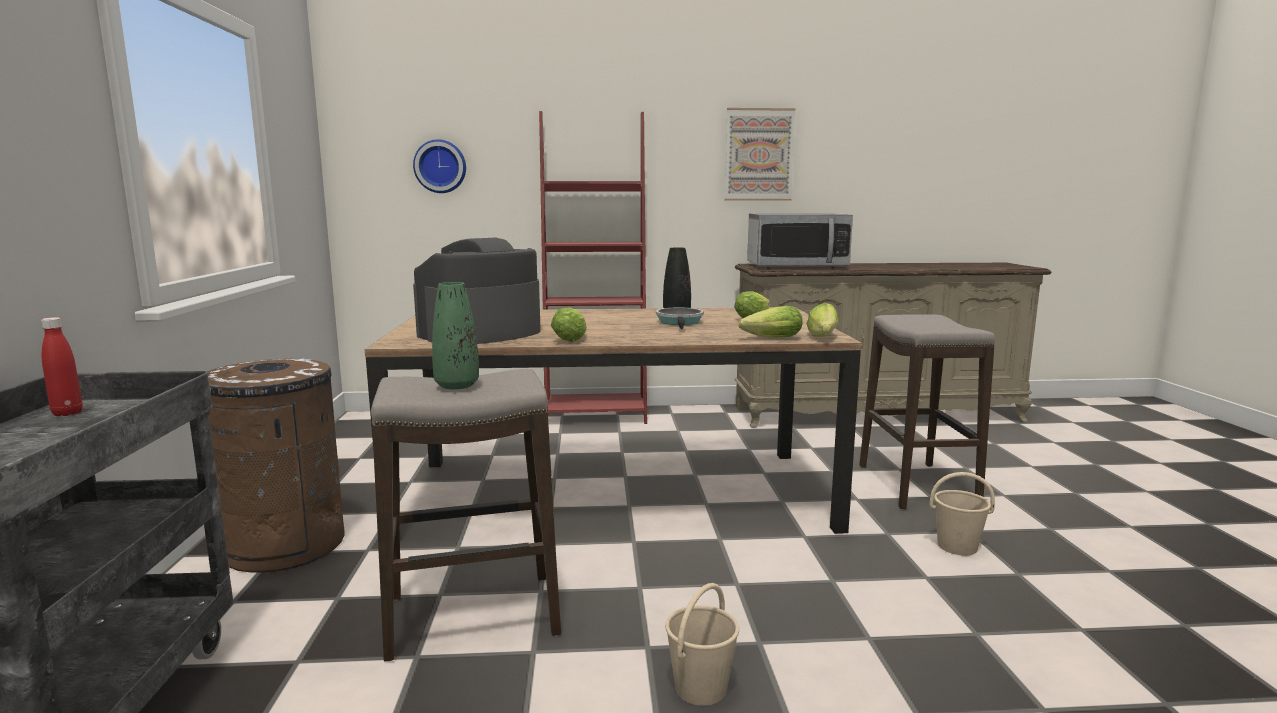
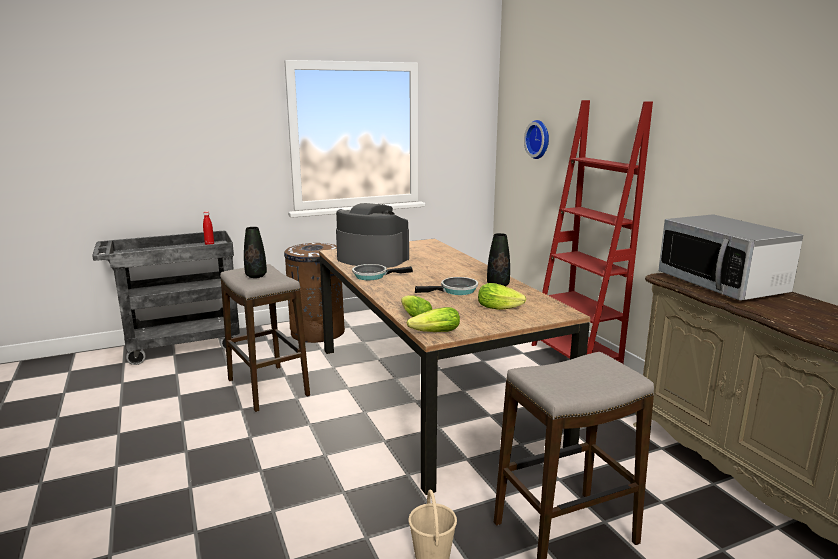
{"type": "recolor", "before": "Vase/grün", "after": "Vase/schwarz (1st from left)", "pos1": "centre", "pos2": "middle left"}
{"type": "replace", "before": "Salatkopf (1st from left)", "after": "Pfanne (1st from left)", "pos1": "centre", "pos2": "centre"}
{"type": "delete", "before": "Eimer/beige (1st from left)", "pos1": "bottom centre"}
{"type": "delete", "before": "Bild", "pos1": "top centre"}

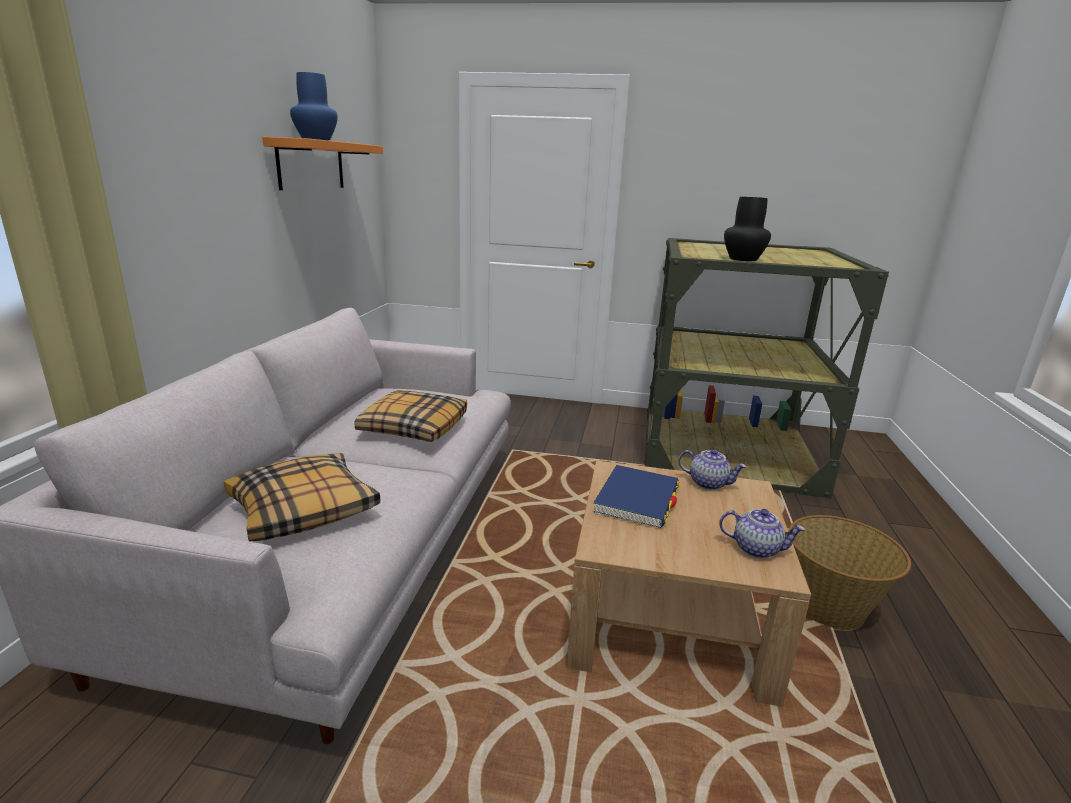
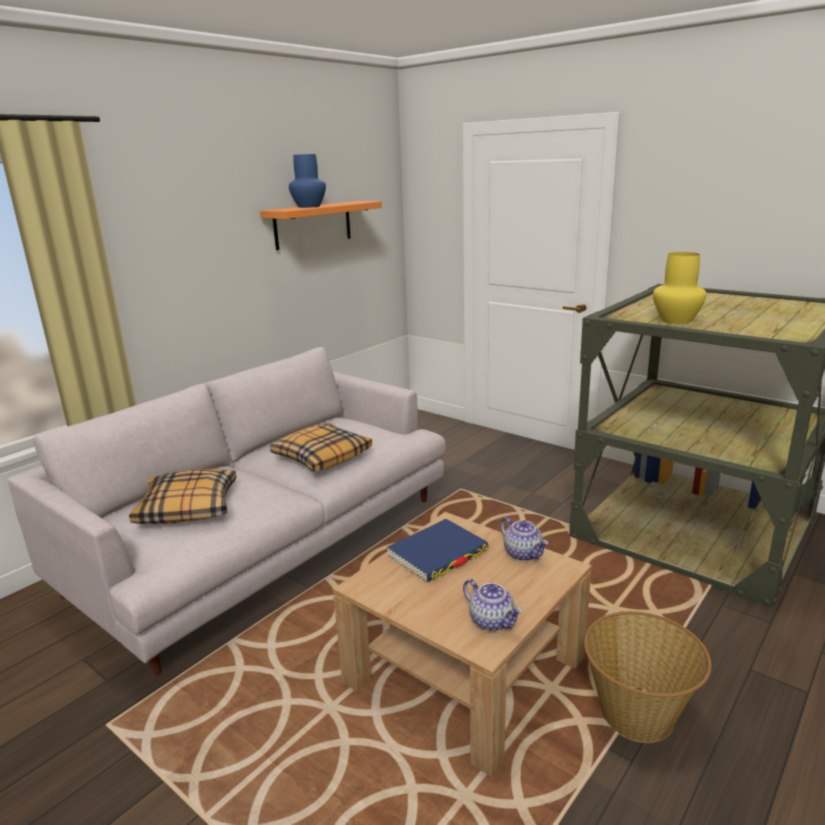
{"type": "recolor", "before": "Vase/schwarz", "after": "Vase/gelb", "pos1": "top right", "pos2": "middle right"}

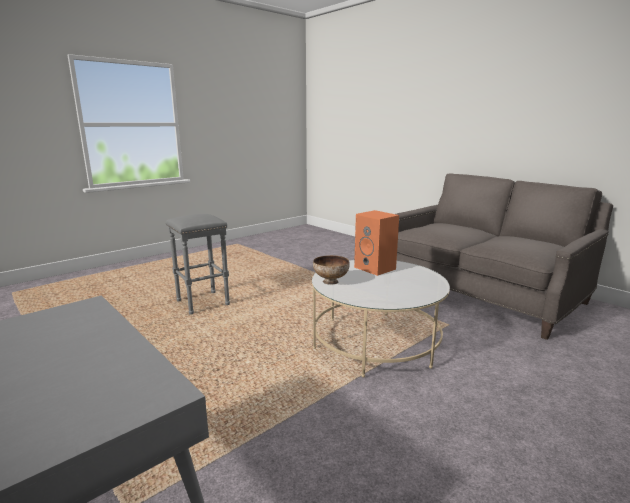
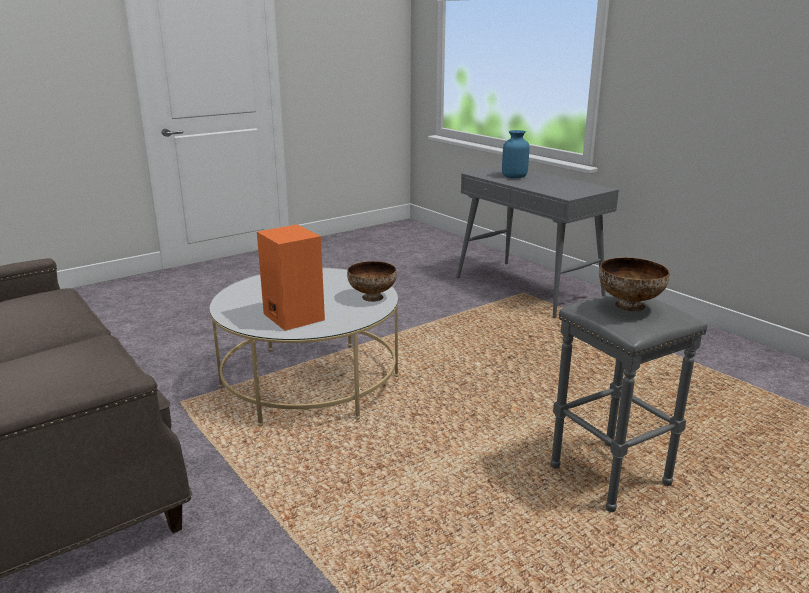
{"type": "insert", "after": "Vase/blau", "pos2": "top centre"}
{"type": "insert", "after": "Schüssel (2nd from left)", "pos2": "middle right"}

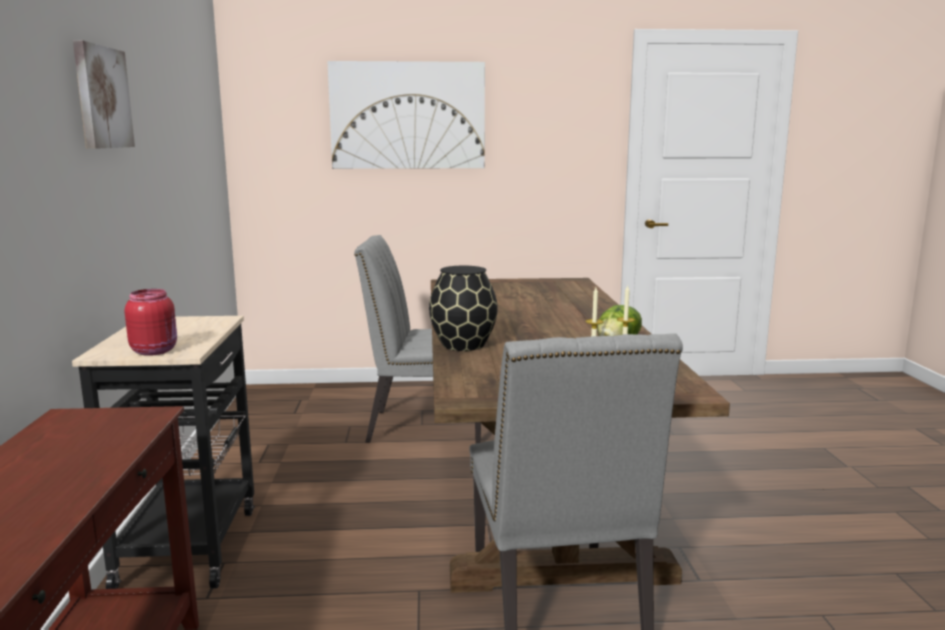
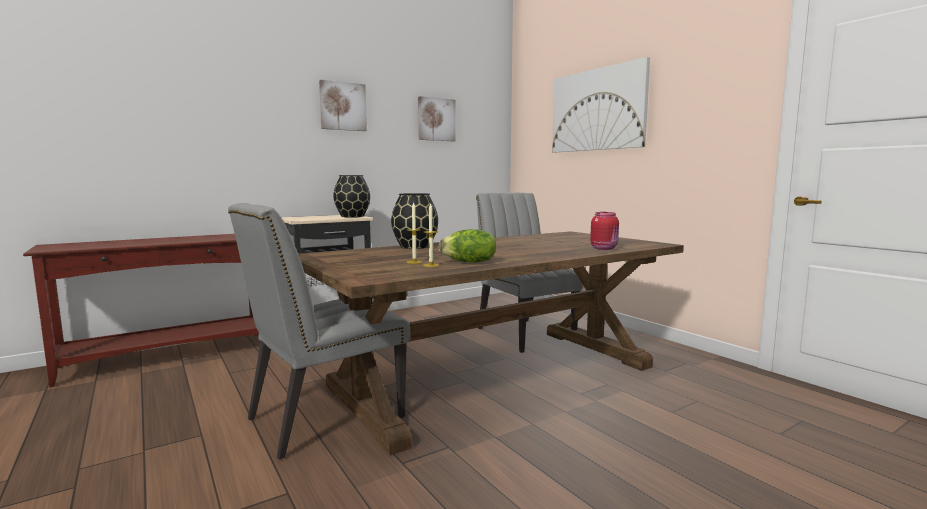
{"type": "insert", "after": "Vase/schwarz (1st from left)", "pos2": "centre"}
{"type": "insert", "after": "Bild (2nd from left)", "pos2": "top centre"}
{"type": "move", "before": "Vorratsglas/rot", "pos1": "middle left", "pos2": "centre"}

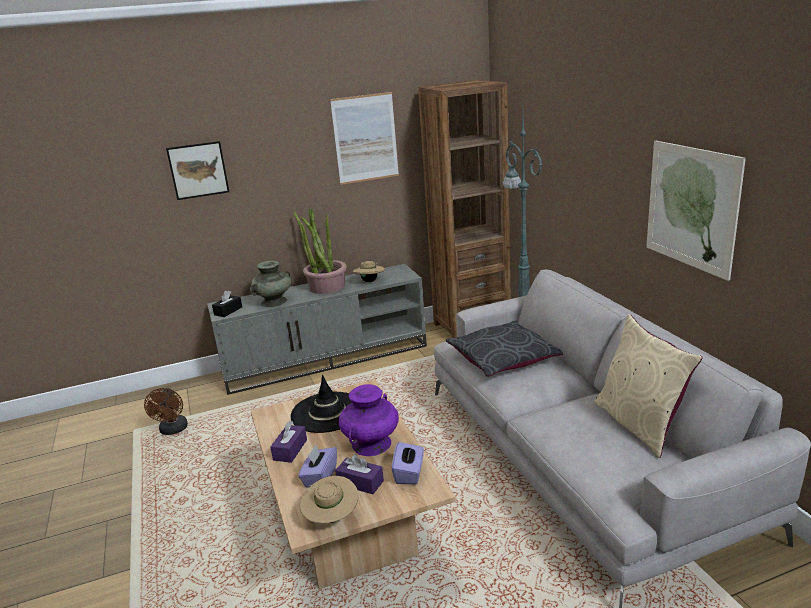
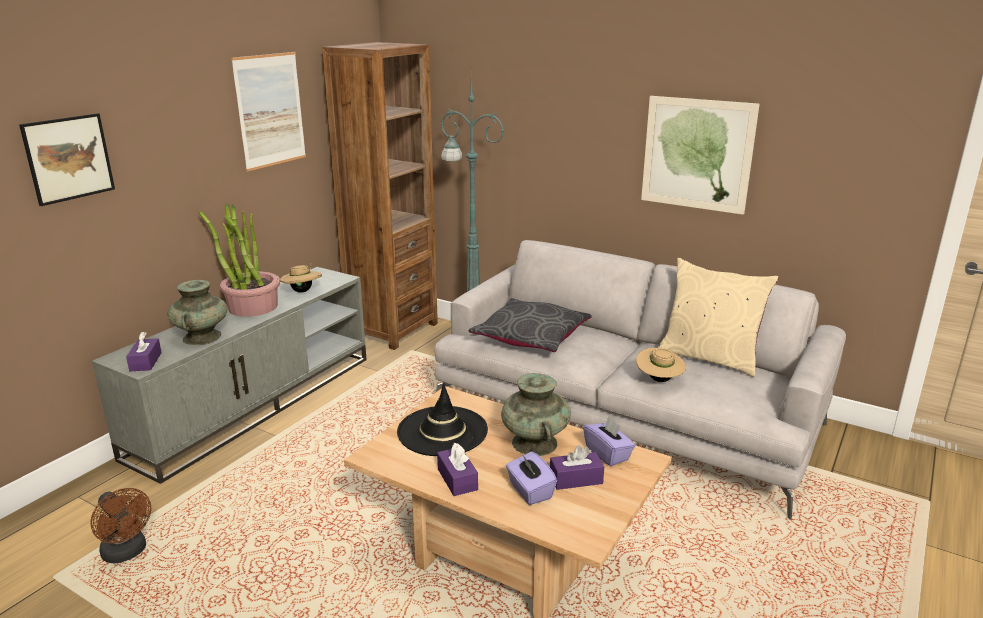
{"type": "recolor", "before": "Taschentuchbox/schwarz", "after": "Taschentuchbox/lila (1st from left)", "pos1": "middle left", "pos2": "middle left"}
{"type": "recolor", "before": "Vase/lila", "after": "Vase/türkis (2nd from left)", "pos1": "bottom centre", "pos2": "bottom centre"}
{"type": "move", "before": "Hut/beige (1st from left in the first image)", "after": "Hut/beige (2nd from left)", "pos1": "bottom centre", "pos2": "middle right"}

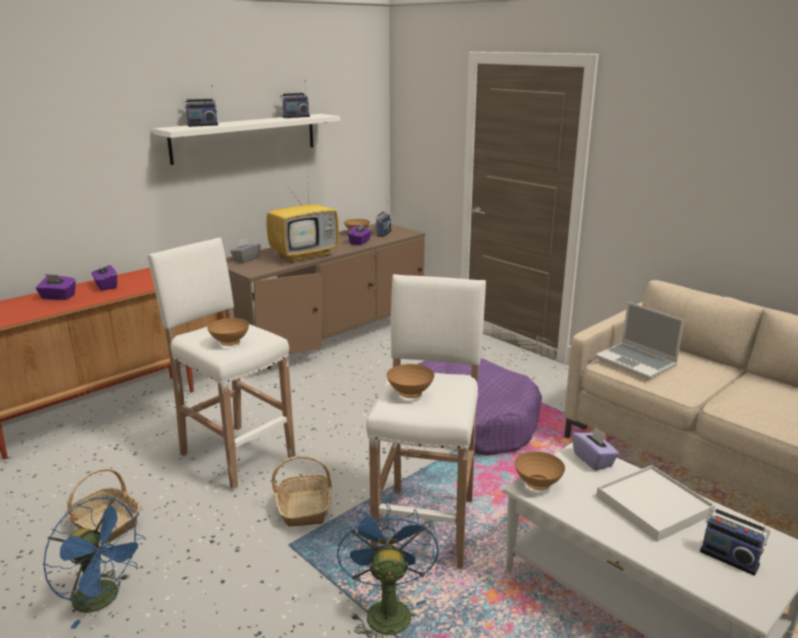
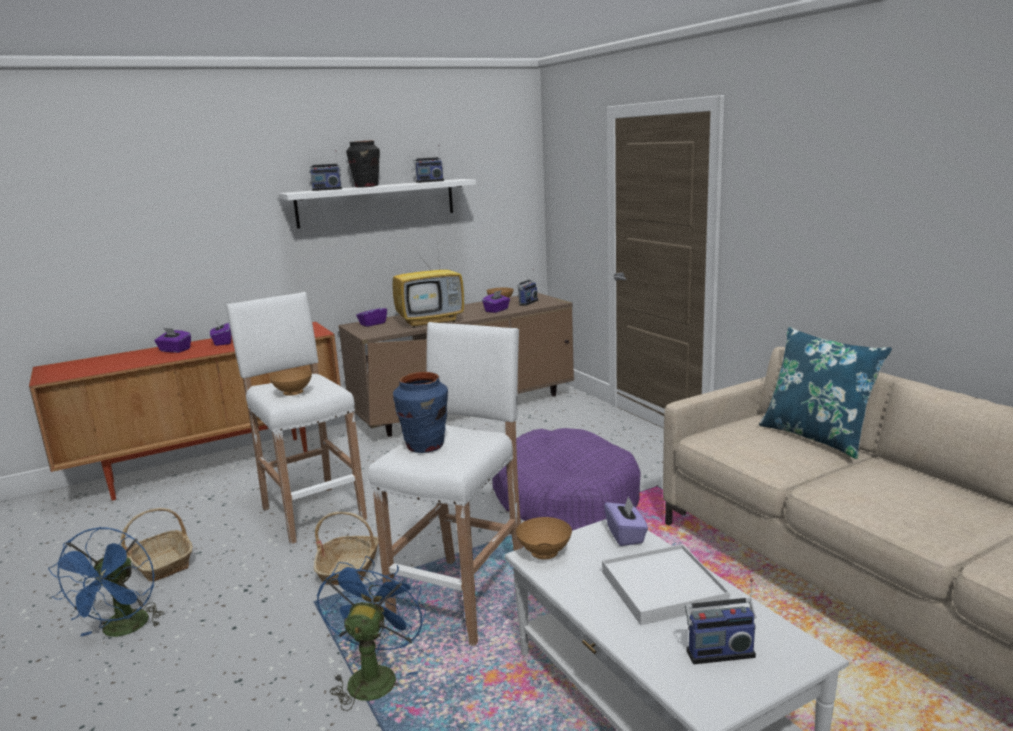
{"type": "rotate", "before": "Ventilator/blau (1st from left)", "pos1": "bottom left", "pos2": "bottom left", "turn": 45}
{"type": "insert", "after": "Vase/schwarz", "pos2": "top centre"}
{"type": "recolor", "before": "Taschentuchbox/grau", "after": "Taschentuchbox/lila (3rd from left)", "pos1": "middle left", "pos2": "centre"}
{"type": "replace", "before": "Schüssel/braun (3rd from left)", "after": "Vase/blau", "pos1": "centre", "pos2": "centre"}
{"type": "rotate", "before": "Radio (4th from left)", "pos1": "bottom right", "pos2": "bottom right", "turn": -60}
{"type": "insert", "after": "Kissen/blau", "pos2": "middle right"}
{"type": "delete", "before": "Laptop", "pos1": "middle right"}

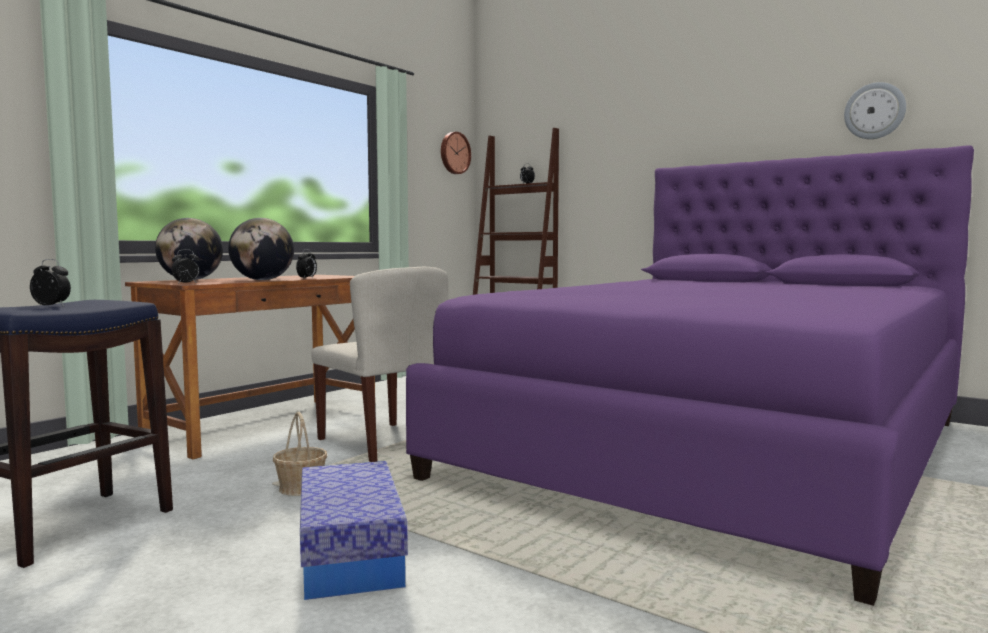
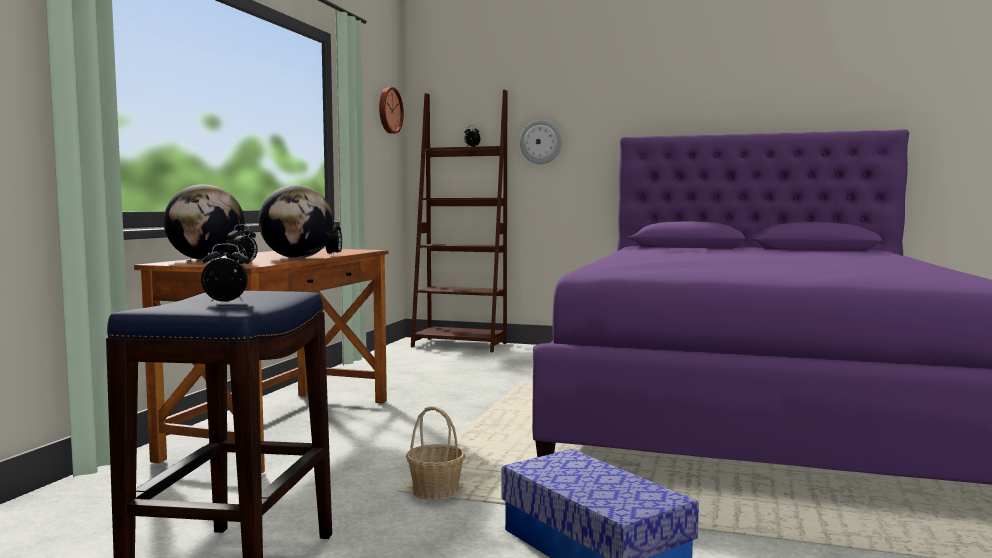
{"type": "move", "before": "Wanduhr (2nd from left)", "pos1": "top right", "pos2": "top centre"}
{"type": "delete", "before": "Stuhl/beige", "pos1": "centre"}

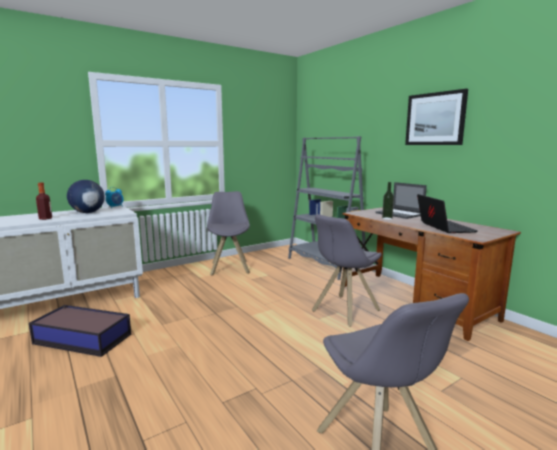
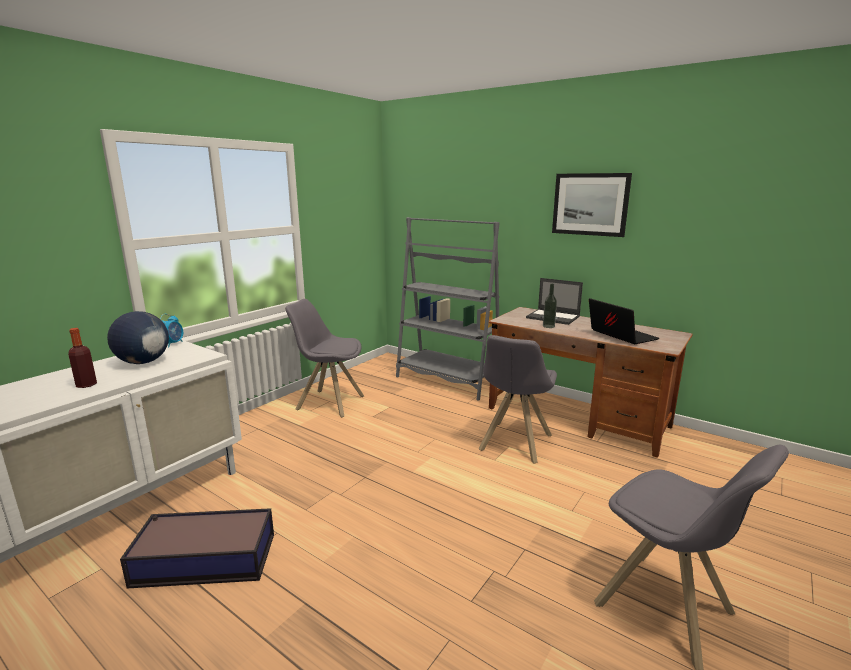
{"type": "rotate", "before": "Stuhl/grau (1st from left)", "pos1": "centre", "pos2": "centre", "turn": -45}

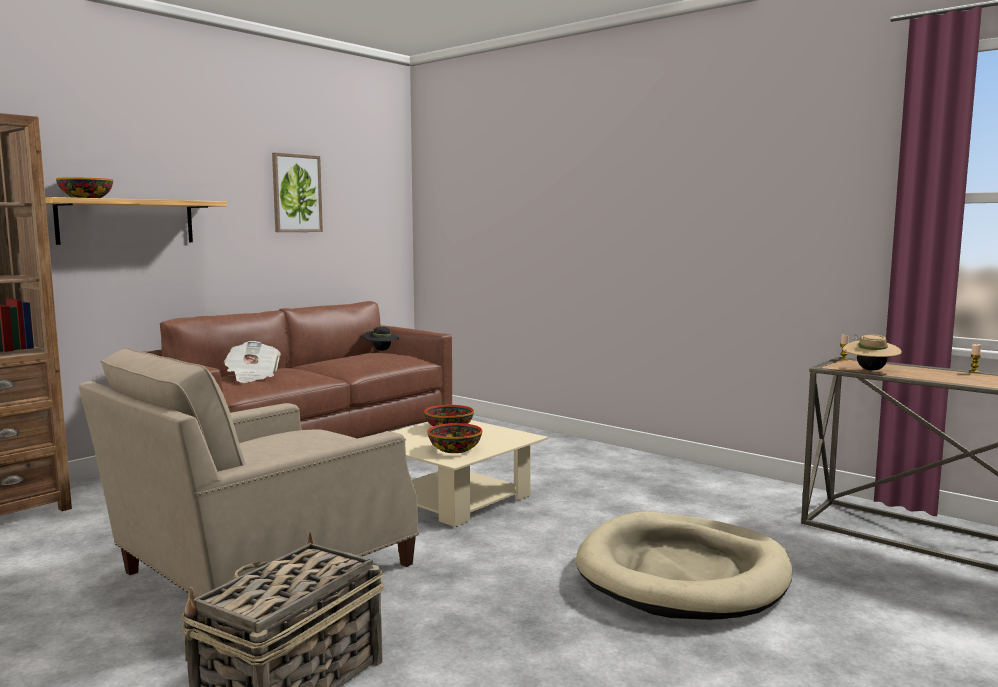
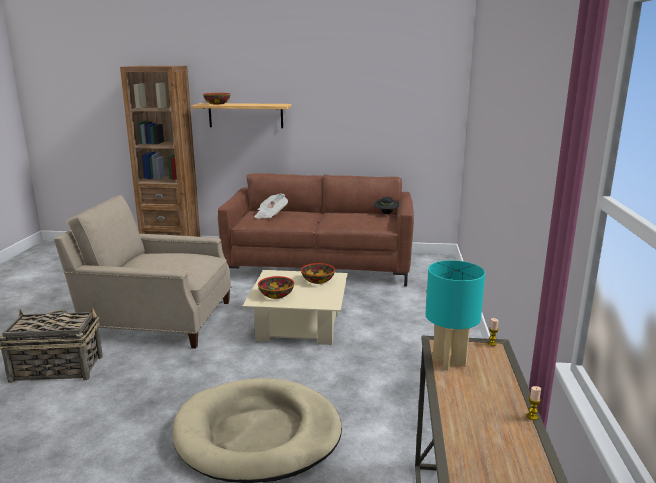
{"type": "replace", "before": "Hut/beige", "after": "Tischlampe/türkis", "pos1": "middle right", "pos2": "middle right"}
{"type": "delete", "before": "Bild", "pos1": "top left"}

